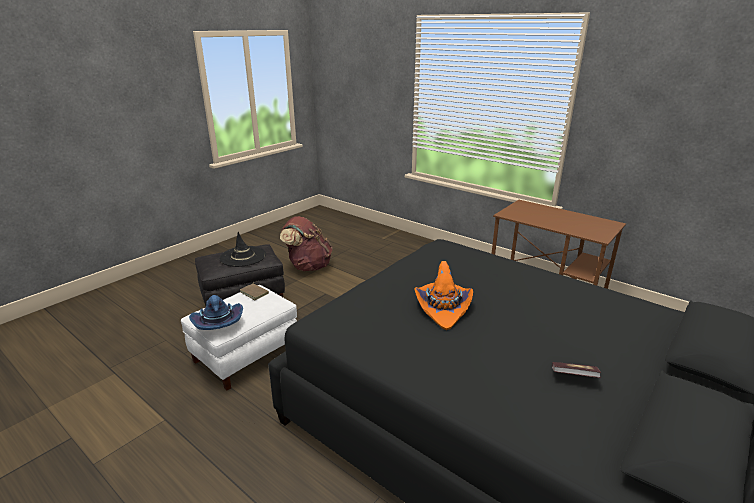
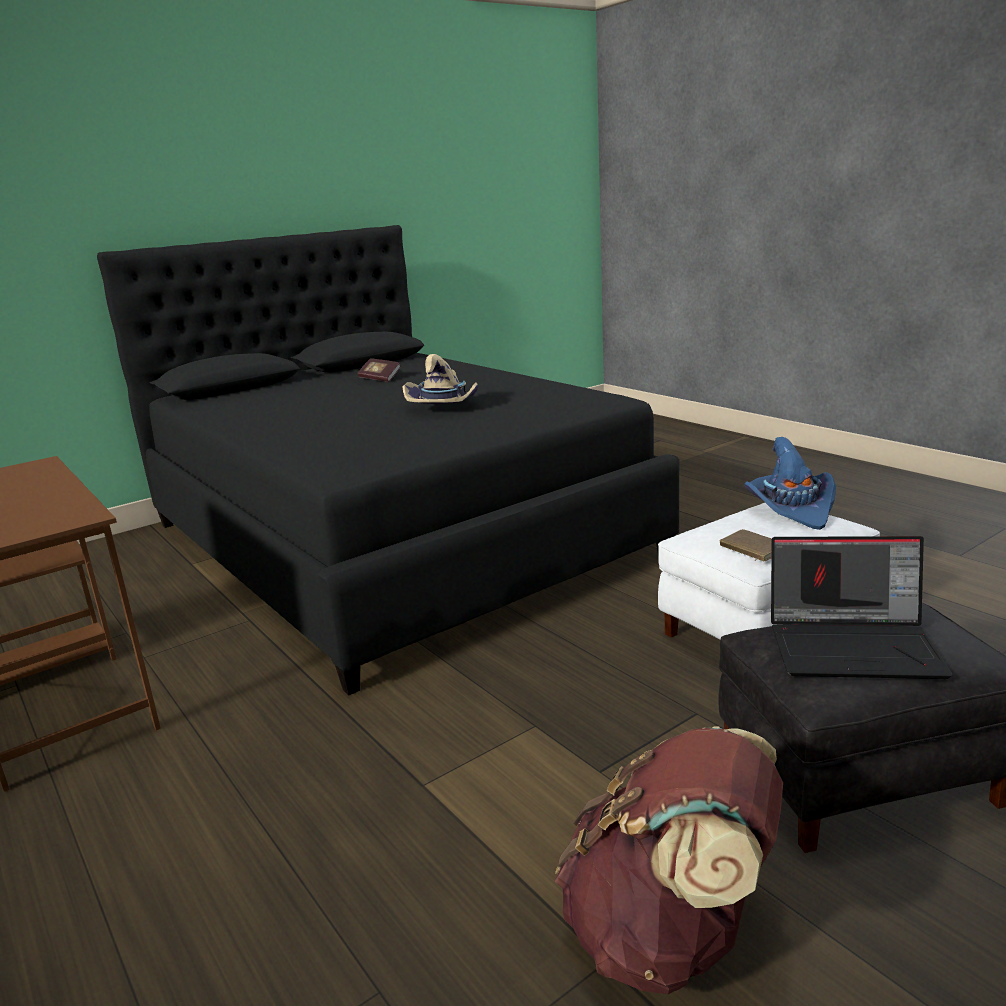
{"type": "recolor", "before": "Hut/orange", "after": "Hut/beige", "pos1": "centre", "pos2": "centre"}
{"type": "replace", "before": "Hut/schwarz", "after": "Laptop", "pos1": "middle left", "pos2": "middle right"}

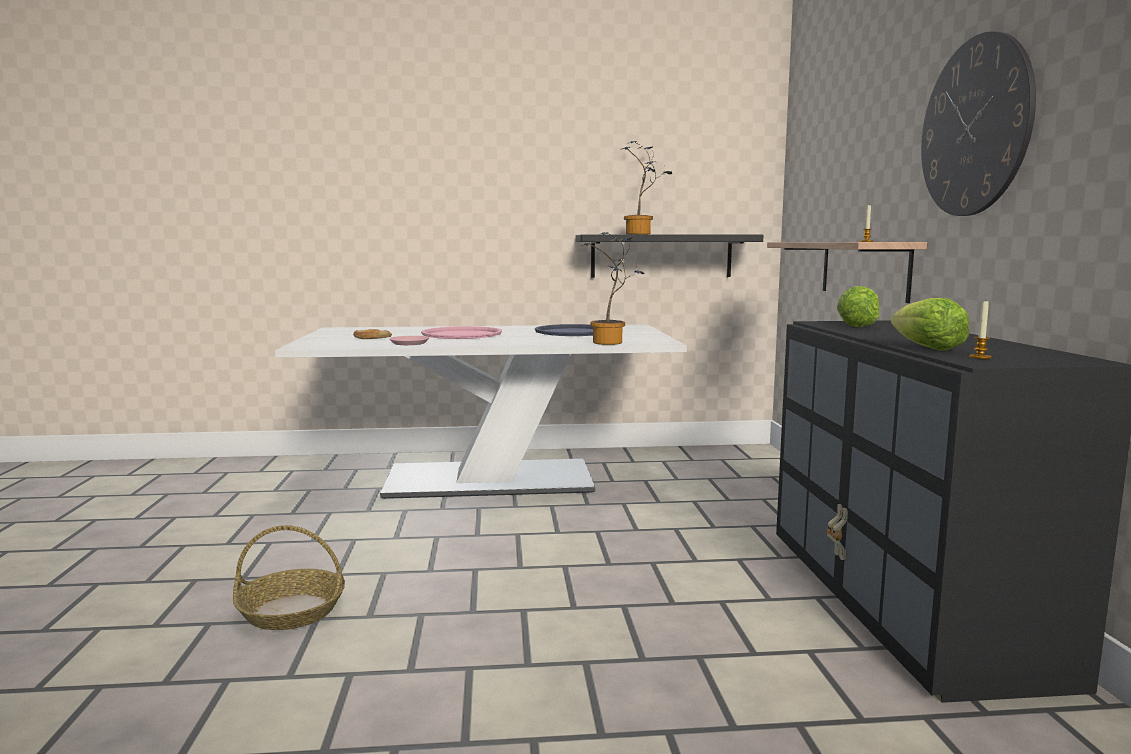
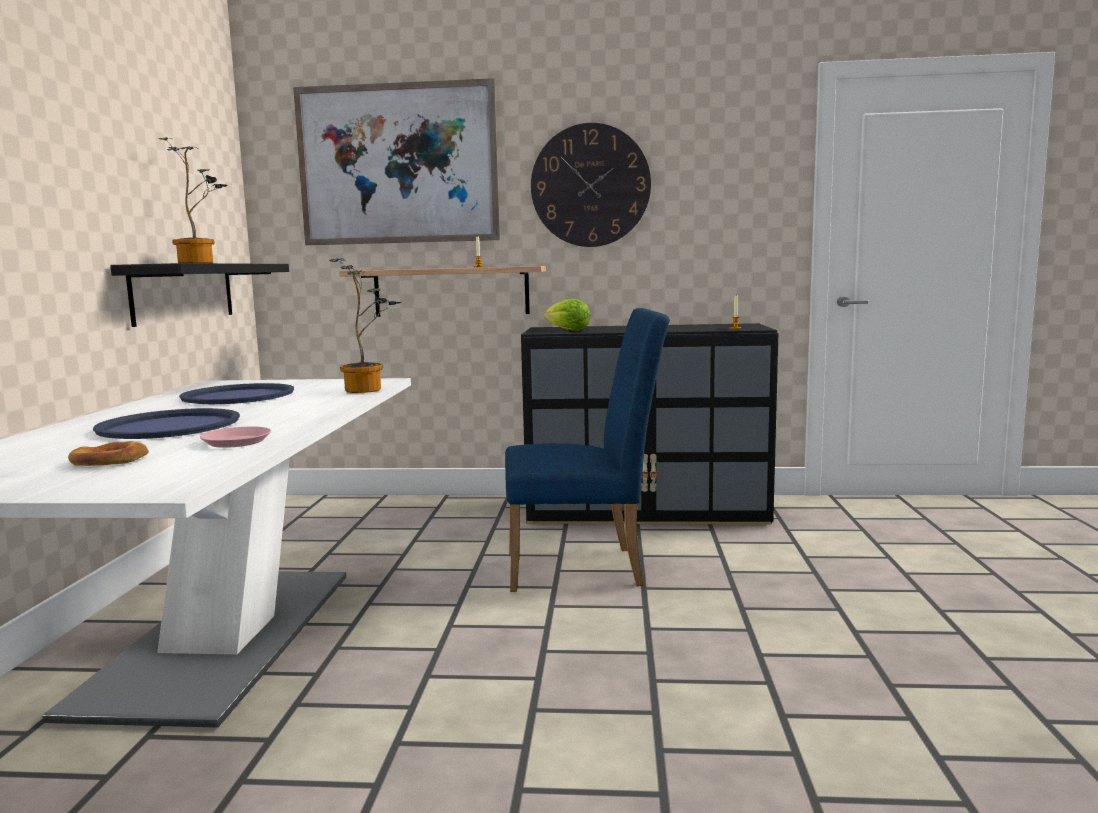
{"type": "recolor", "before": "Tablett/rosa", "after": "Tablett/blau (1st from left)", "pos1": "centre", "pos2": "middle left"}
{"type": "insert", "after": "Bild", "pos2": "top centre"}
{"type": "insert", "after": "Stuhl/blau", "pos2": "centre"}
{"type": "delete", "before": "Korb", "pos1": "bottom left"}
{"type": "delete", "before": "Salatkopf (2nd from left)", "pos1": "middle right"}

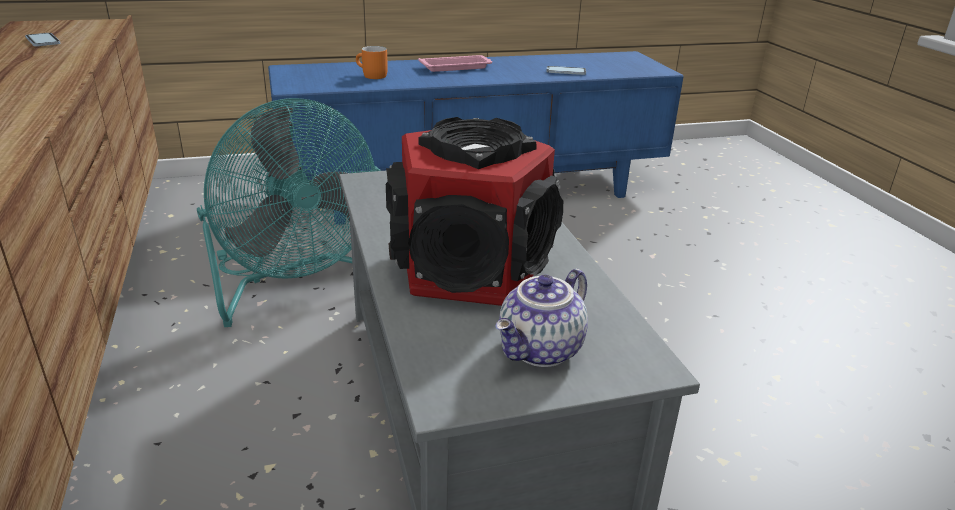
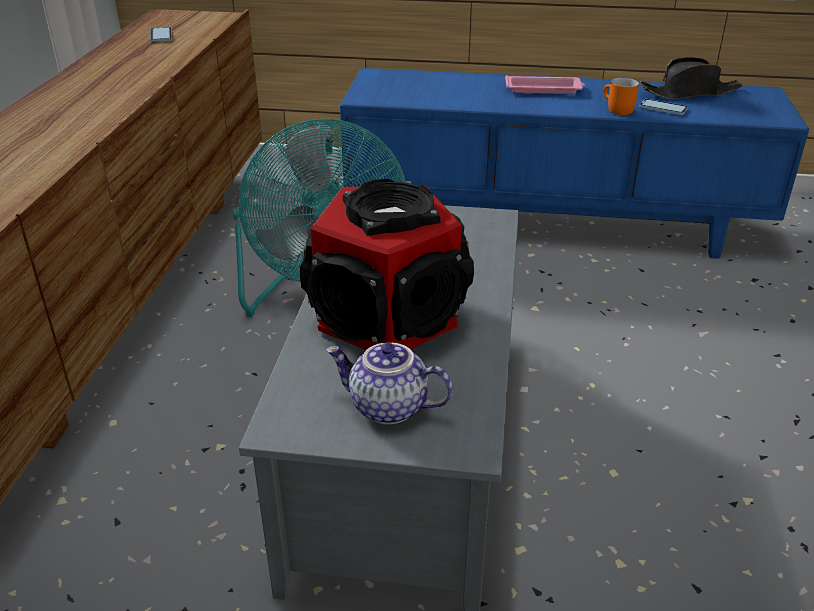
{"type": "rotate", "before": "Teekanne", "pos1": "centre", "pos2": "centre", "turn": 45}
{"type": "move", "before": "Henkelbecher/orange", "pos1": "top centre", "pos2": "top right"}
{"type": "insert", "after": "Hut/schwarz", "pos2": "top right"}

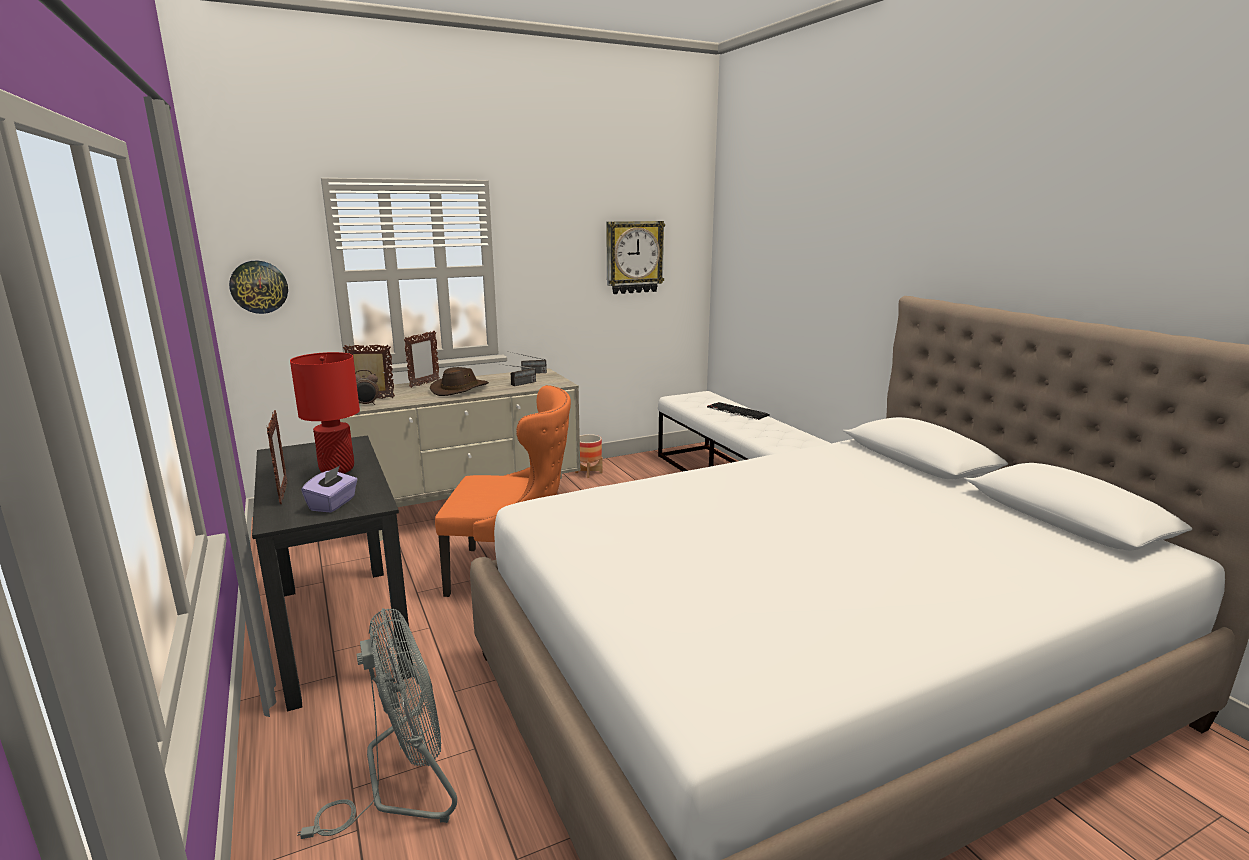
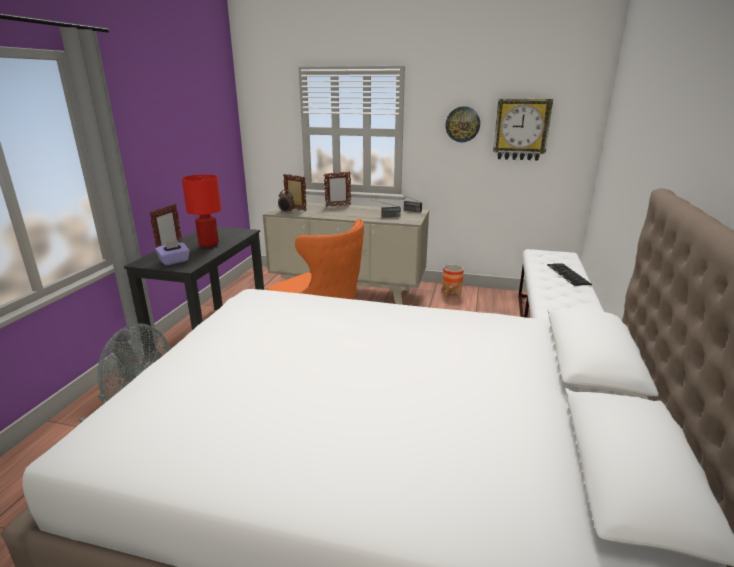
{"type": "move", "before": "Wanduhr (1st from left)", "pos1": "middle left", "pos2": "top centre"}
{"type": "delete", "before": "Hut/braun", "pos1": "centre"}

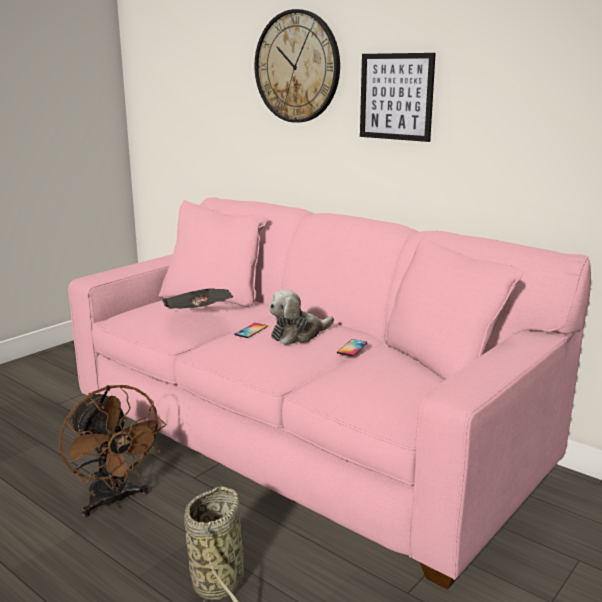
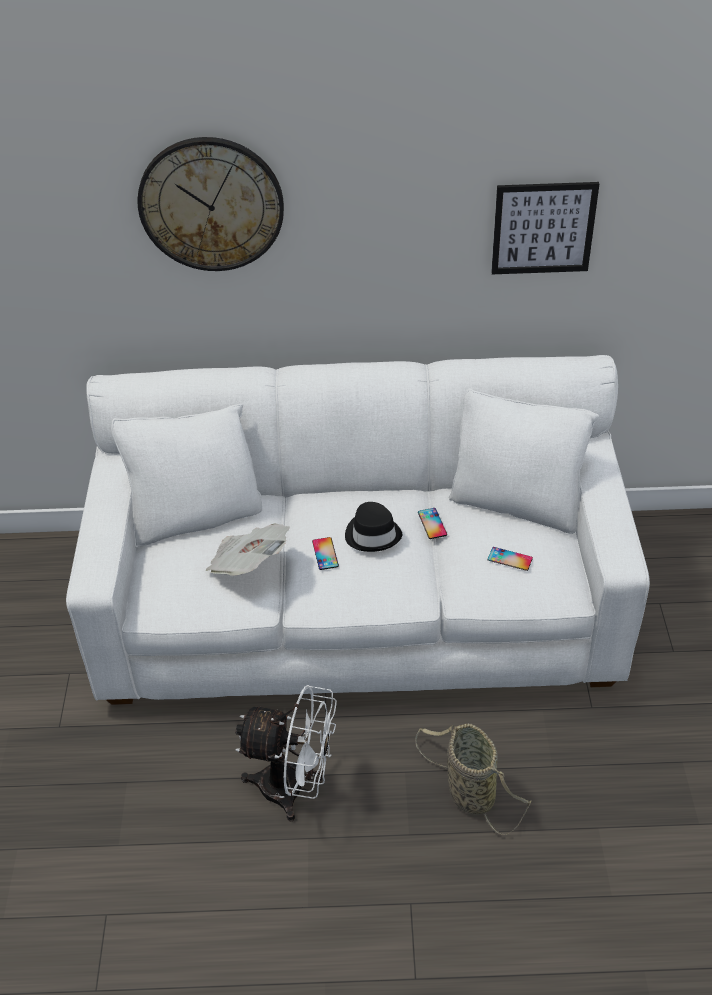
{"type": "recolor", "before": "Sofa/rosa", "after": "Sofa/weiß", "pos1": "centre", "pos2": "centre"}
{"type": "recolor", "before": "Ventilator/braun", "after": "Ventilator/weiß", "pos1": "bottom left", "pos2": "bottom centre"}
{"type": "replace", "before": "Plüschtier", "after": "Hut/schwarz", "pos1": "centre", "pos2": "centre"}
{"type": "insert", "after": "Handy (3rd from left)", "pos2": "middle right"}
{"type": "move", "before": "Bild", "pos1": "top centre", "pos2": "top right"}

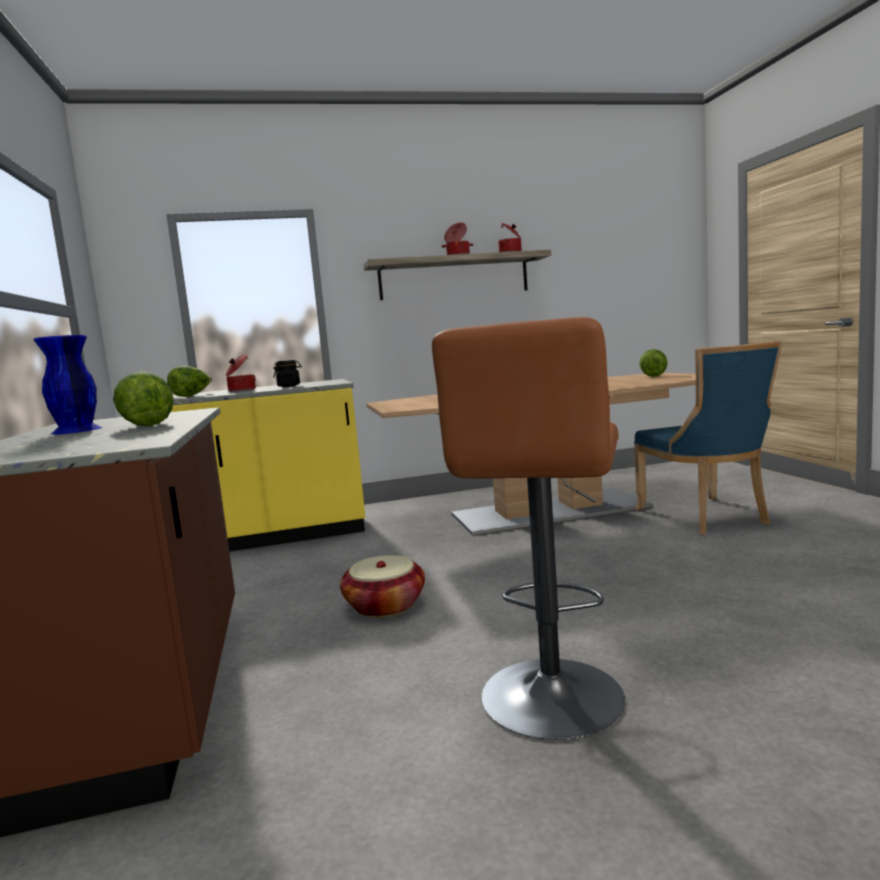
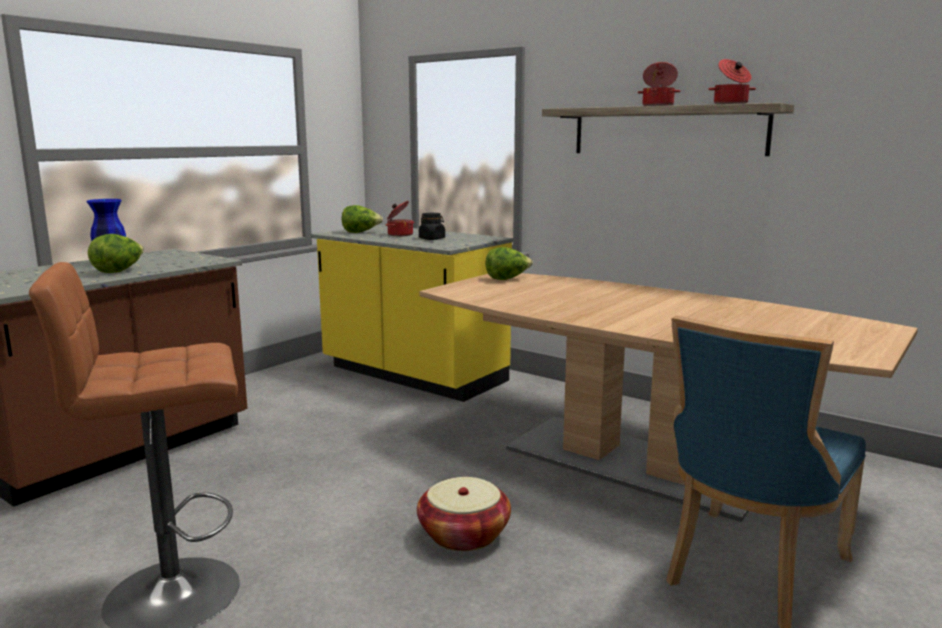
{"type": "move", "before": "Korb", "pos1": "centre", "pos2": "bottom centre"}
{"type": "move", "before": "Salatkopf (3rd from left)", "pos1": "middle right", "pos2": "centre"}

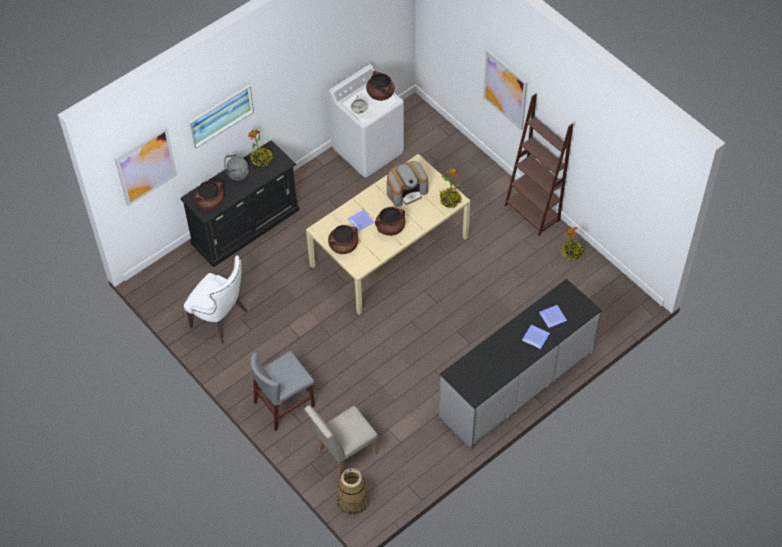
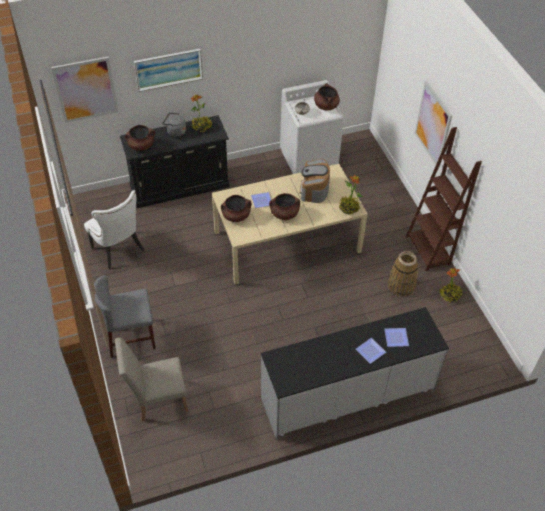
{"type": "rotate", "before": "Kaffeemaschine", "pos1": "centre", "pos2": "centre", "turn": 105}
{"type": "move", "before": "Korb", "pos1": "bottom centre", "pos2": "middle right"}

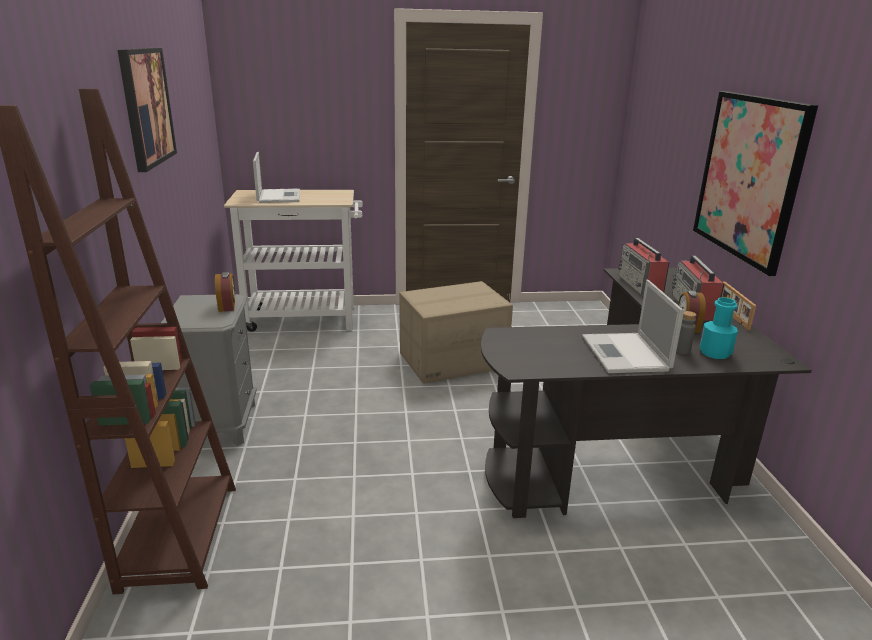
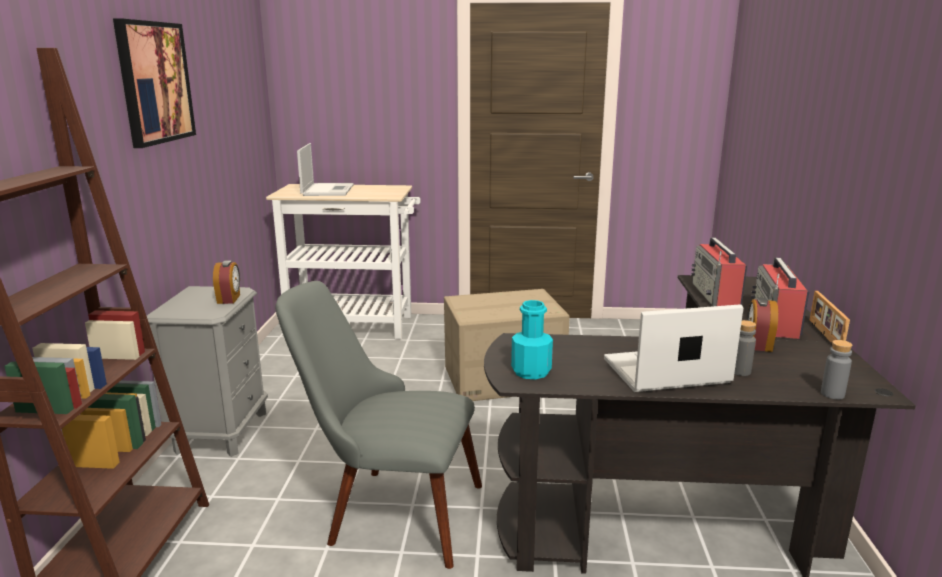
{"type": "insert", "after": "Stuhl/grau", "pos2": "bottom centre"}
{"type": "move", "before": "Flasche/türkis", "pos1": "middle right", "pos2": "centre"}
{"type": "rotate", "before": "Laptop (2nd from left)", "pos1": "middle right", "pos2": "middle right", "turn": 75}
{"type": "insert", "after": "Flasche/grau (2nd from left)", "pos2": "middle right"}
{"type": "delete", "before": "Bild (2nd from left)", "pos1": "top right"}

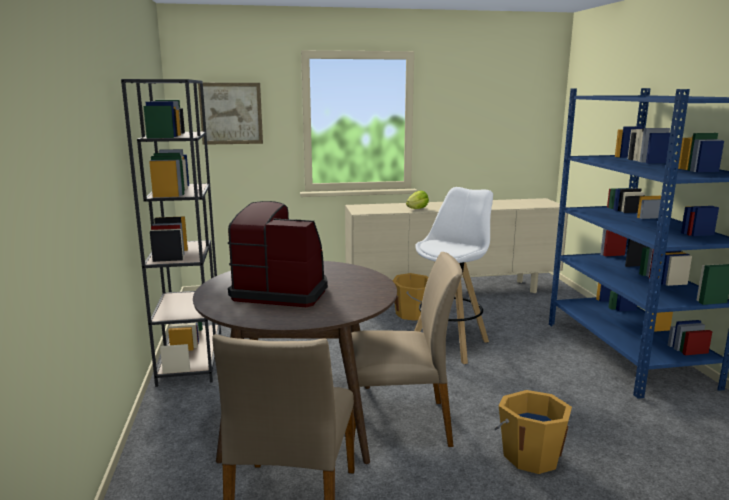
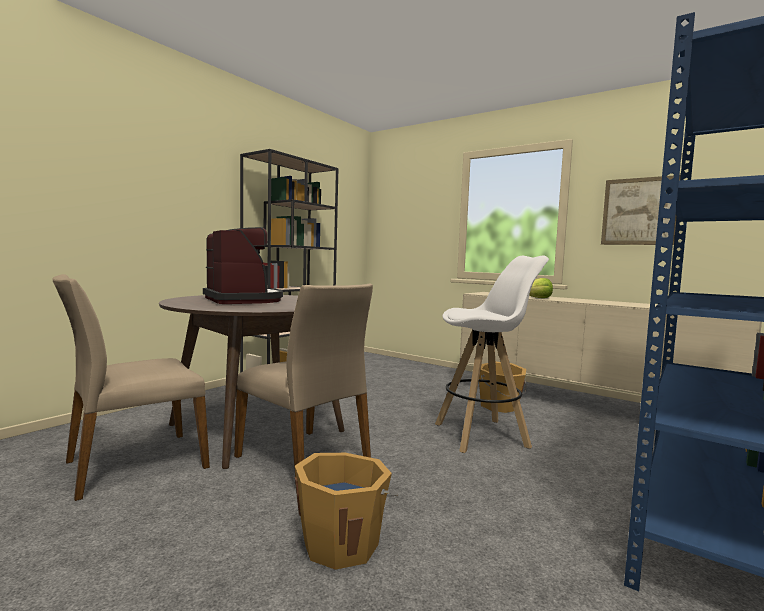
{"type": "move", "before": "Bild", "pos1": "top left", "pos2": "middle right"}

